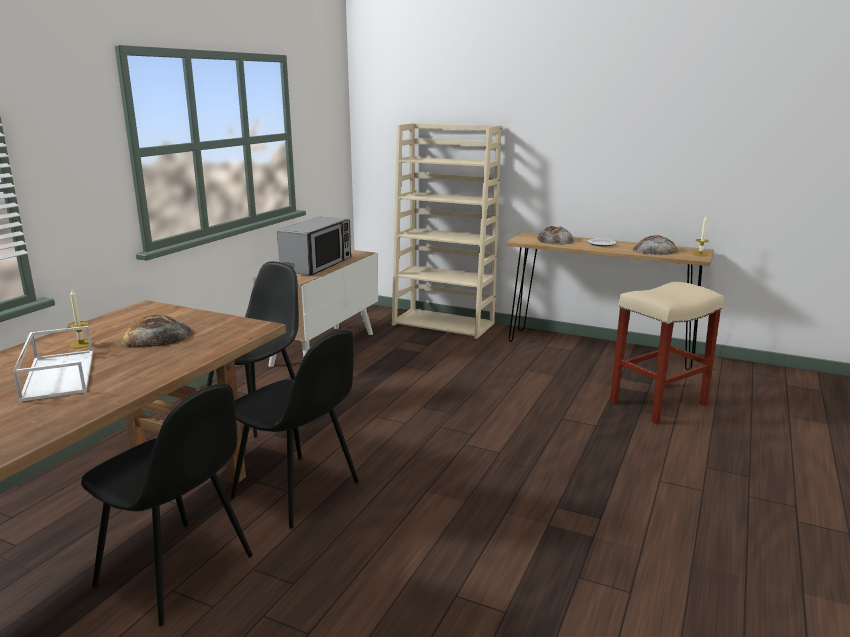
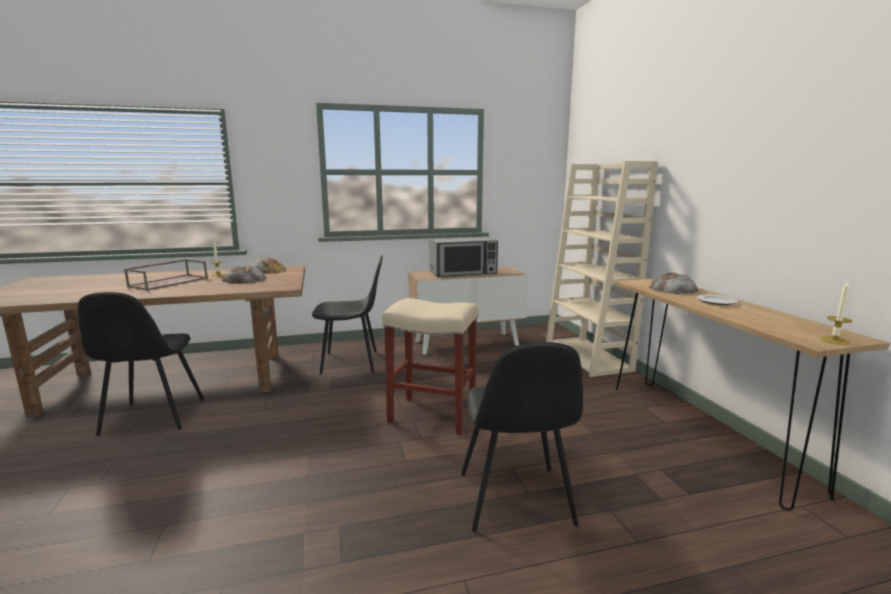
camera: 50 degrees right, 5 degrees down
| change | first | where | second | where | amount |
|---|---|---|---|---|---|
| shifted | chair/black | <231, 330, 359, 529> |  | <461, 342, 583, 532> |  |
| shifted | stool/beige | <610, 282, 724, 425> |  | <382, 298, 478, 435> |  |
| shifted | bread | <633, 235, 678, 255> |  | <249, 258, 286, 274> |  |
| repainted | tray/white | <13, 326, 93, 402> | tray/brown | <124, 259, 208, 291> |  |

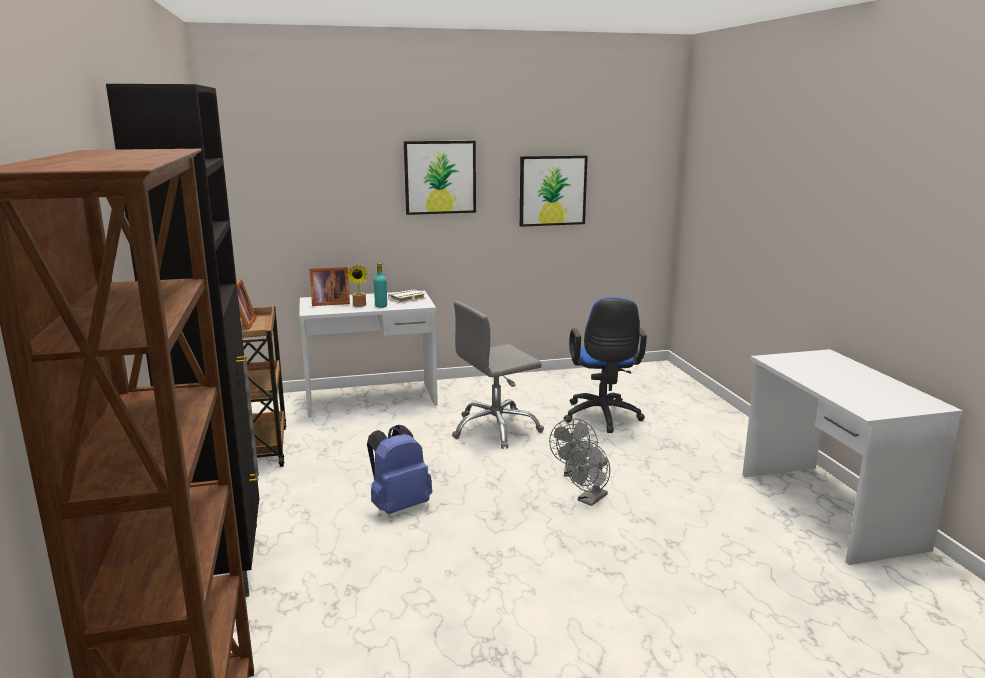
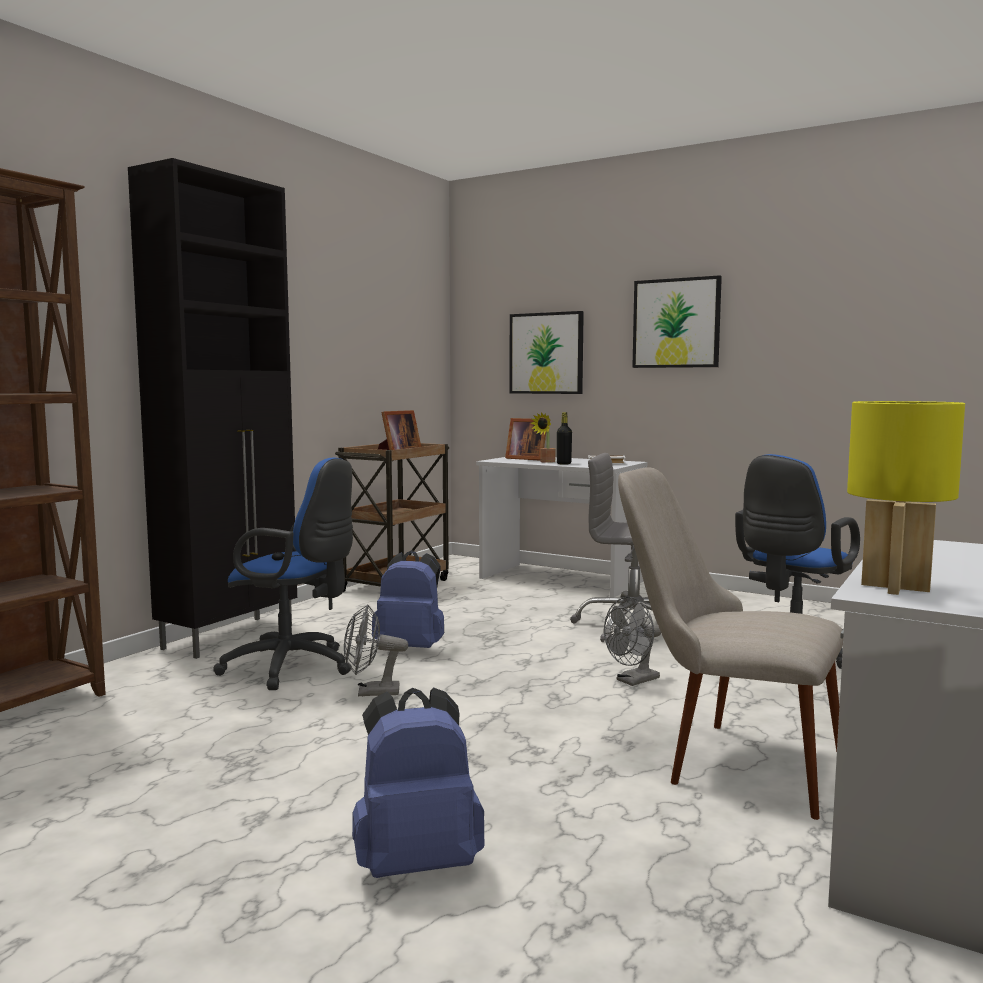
camera: 45 degrees right, 10 degrees down
| change | first | where | second | where | amount |
|---|---|---|---|---|---|
| new |  |  | office chair/blue | <214, 457, 353, 690> |  |
| new |  |  | backpack/blue | <352, 687, 485, 878> |  |
| new |  |  | chair/beige | <618, 468, 843, 820> |  |
| new |  |  | table lamp/yellow | <847, 401, 965, 595> |  |
| shifted | picture | <520, 155, 588, 227> |  | <509, 311, 584, 394> |  |
| shifted | fan/grey | <566, 441, 610, 506> |  | <344, 604, 408, 696> |  |
| repainted | bottle/turquoise | <373, 263, 387, 308> | bottle/black | <557, 412, 572, 465> |  |

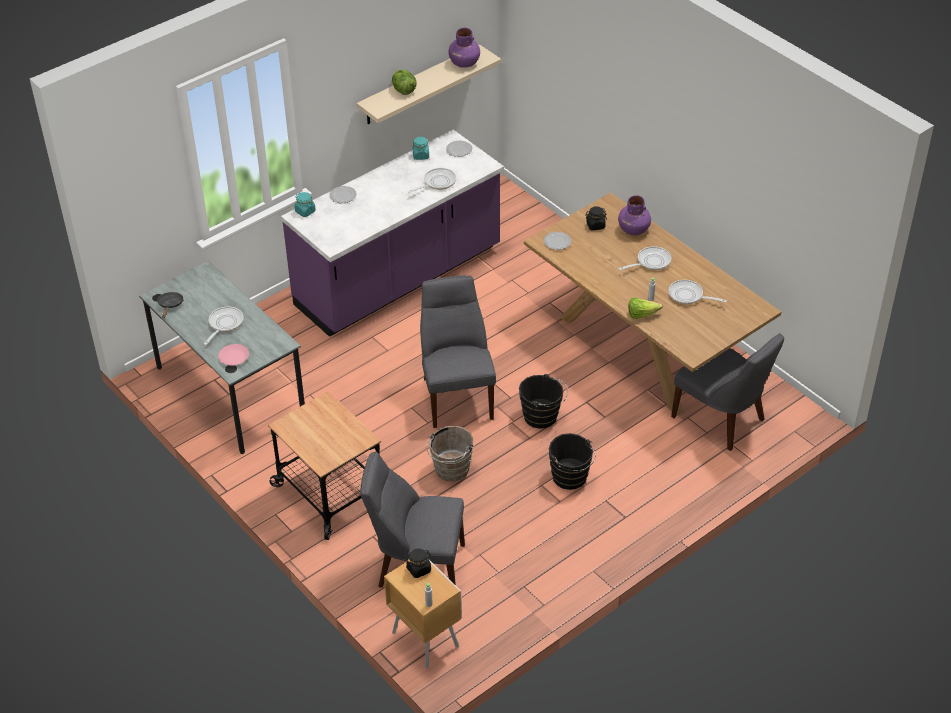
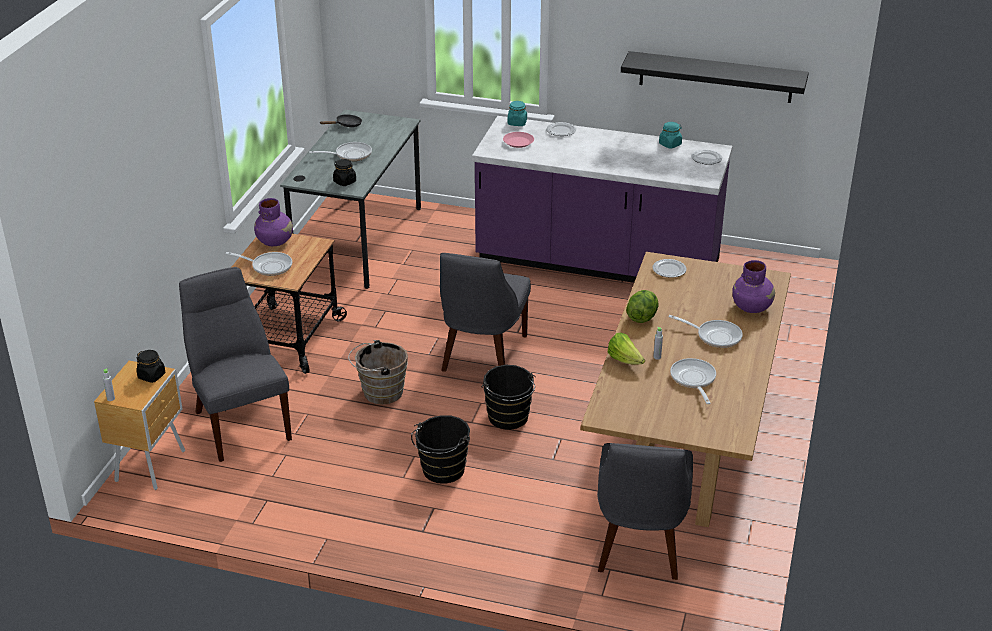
camera: 55 degrees right, 10 degrees down
| change | first | where | second | where | amount |
|---|---|---|---|---|---|
| shifted | plate/pink | <218, 344, 249, 366> |  | <503, 132, 534, 148> |  |
| shifted | lettuce | <392, 70, 417, 95> |  | <626, 290, 659, 323> |  |
| shifted | frying pan | <408, 168, 456, 193> |  | <225, 252, 292, 276> |  |
| shifted | vase/purple | <449, 28, 480, 68> |  | <254, 198, 293, 246> |  |
| shifted | jar/black | <585, 206, 607, 230> |  | <333, 159, 356, 186> |  |
| repainted | shelf/beige | <357, 44, 501, 124> | shelf/black | <621, 51, 809, 103> |  |
| rotated | chair/grey | <420, 275, 496, 428> |  | <440, 253, 531, 372> | 150 degrees clockwise |

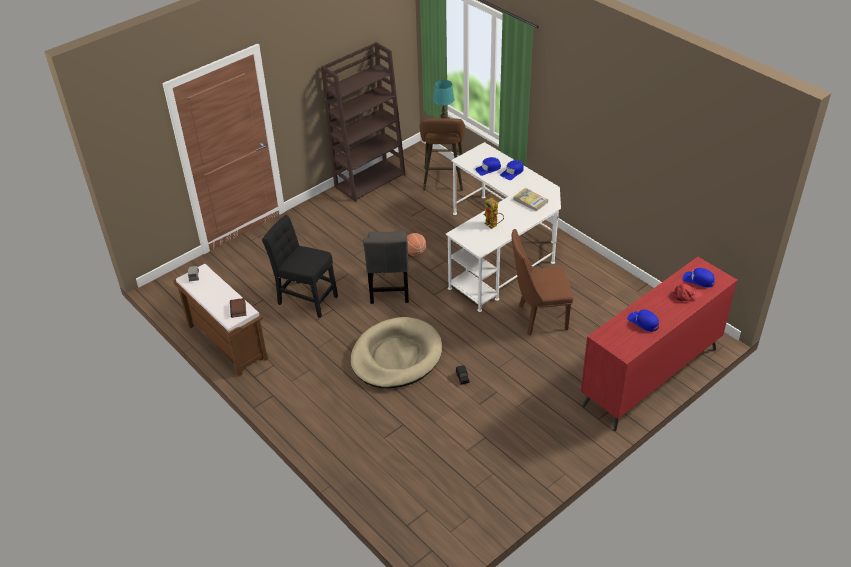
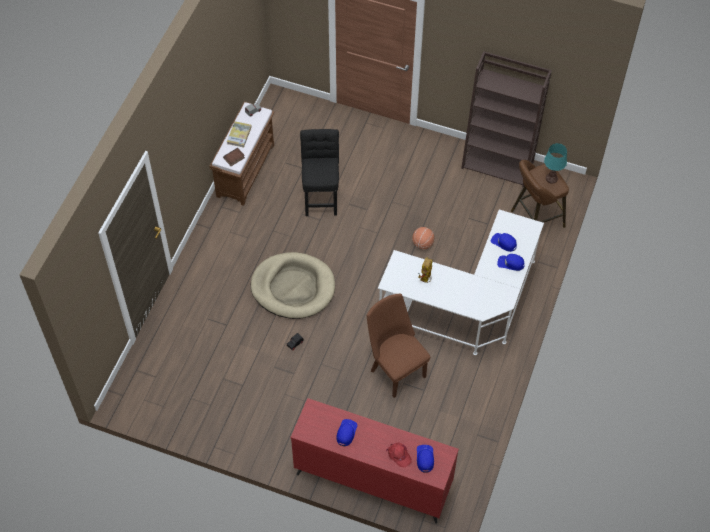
camera: 60 degrees right, 15 degrees up
| change | first | where | second | where | amount |
|---|---|---|---|---|---|
| gone | chair/grey | <363, 231, 409, 304> |  |  |  |
| shifted | book | <513, 188, 548, 211> |  | <227, 121, 252, 148> |  |

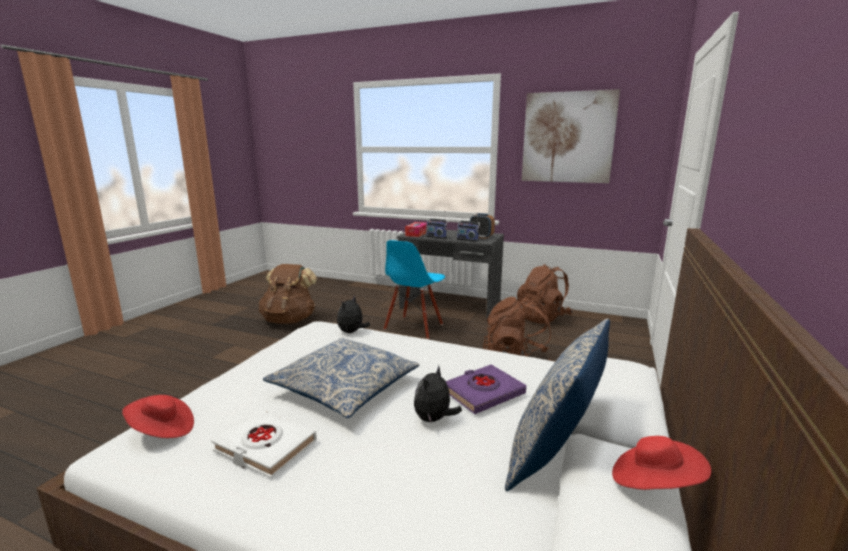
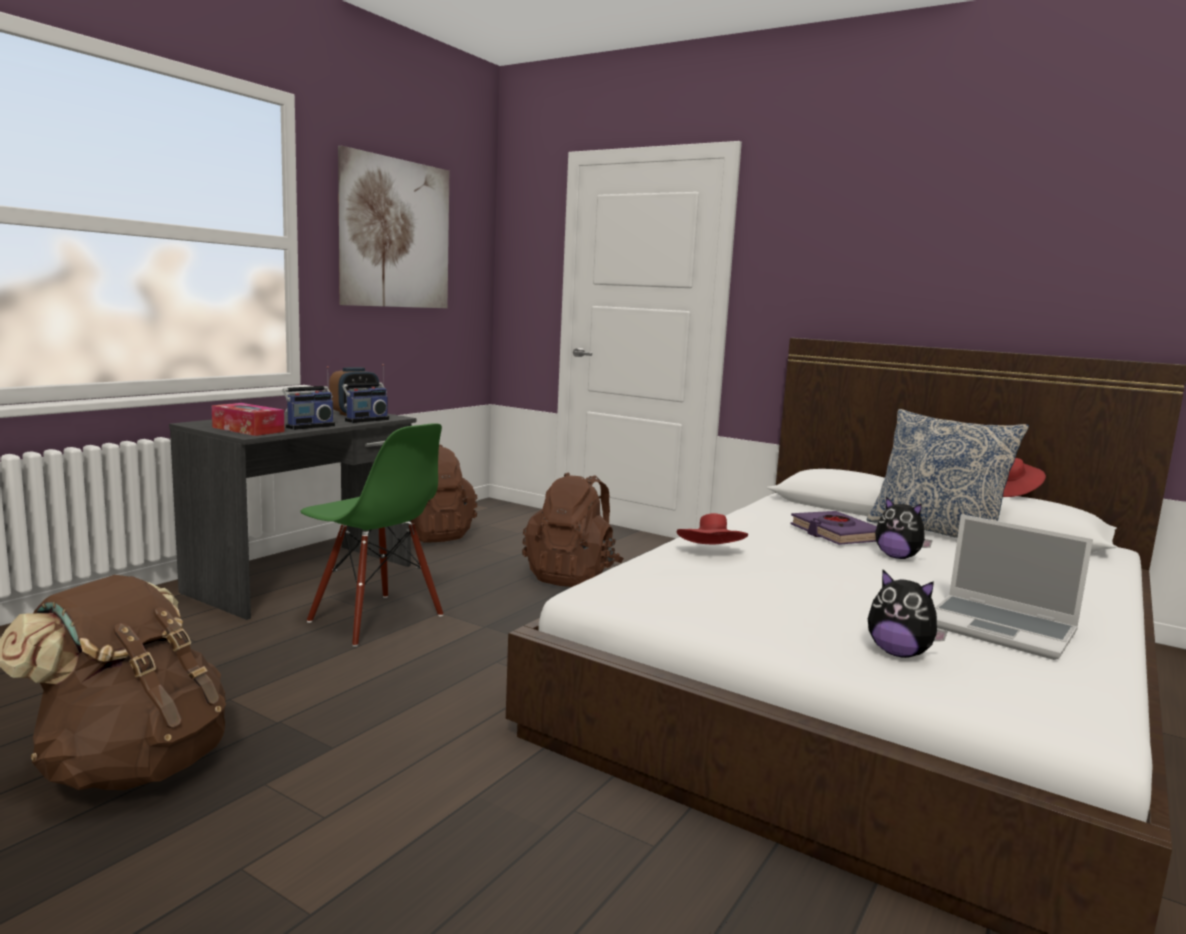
camera: 80 degrees left, 5 degrees down
| change | first | where | second | where | amount |
|---|---|---|---|---|---|
| gone | pillow | <263, 338, 419, 418> |  |  |  |
| shifted | hat/red | <122, 395, 194, 438> |  | <677, 513, 748, 544> |  |
| shifted | plush toy | <337, 295, 370, 333> |  | <868, 570, 948, 658> |  |
| swapped | book/white | <211, 410, 317, 478> | laptop | <935, 514, 1093, 660> |  |
| repainted | chair/blue | <384, 240, 445, 339> | chair/green | <300, 423, 443, 647> |  |

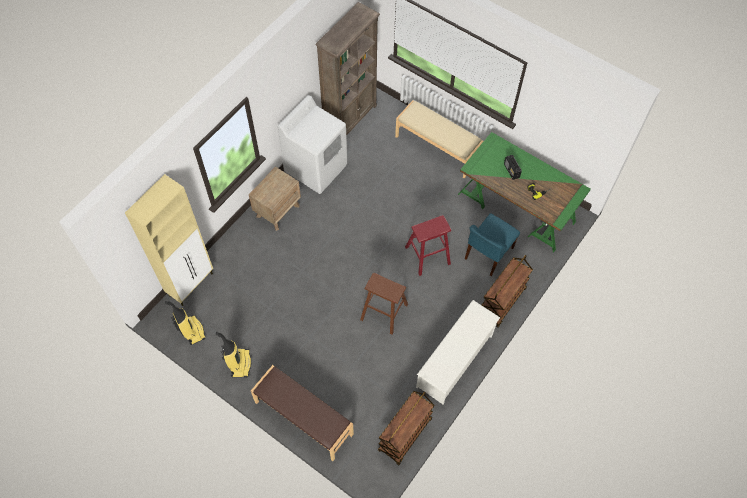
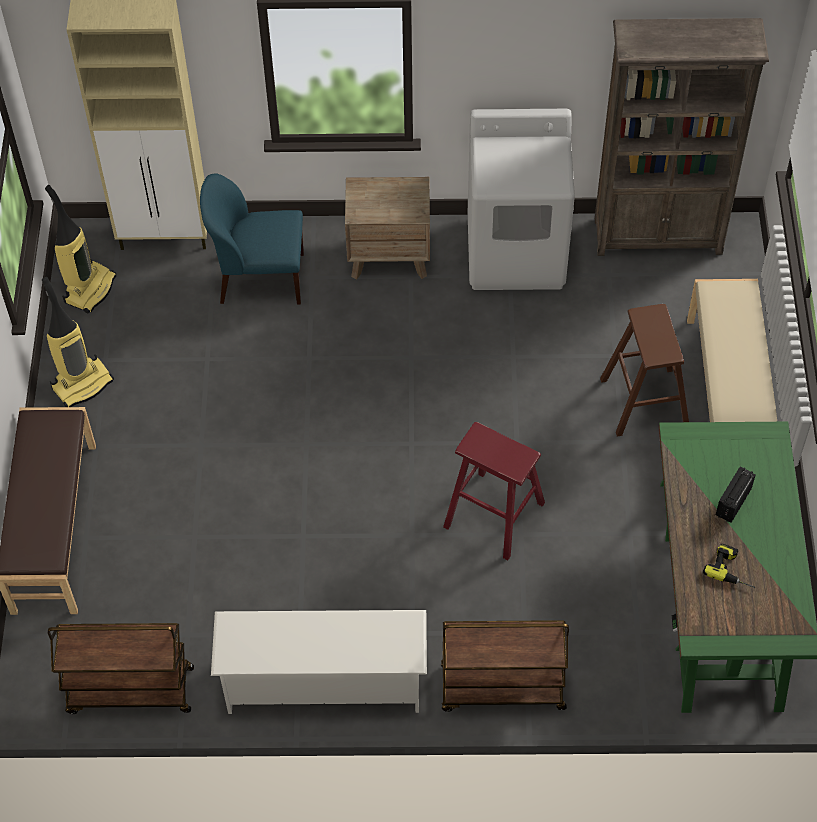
camera: 55 degrees right, 5 degrees down
| change | first | where | second | where | amount |
|---|---|---|---|---|---|
| shifted | stool/brown | <360, 273, 408, 335> |  | <600, 304, 689, 436> |  |
| shifted | chair/blue | <465, 213, 520, 276> |  | <200, 174, 304, 305> |  |

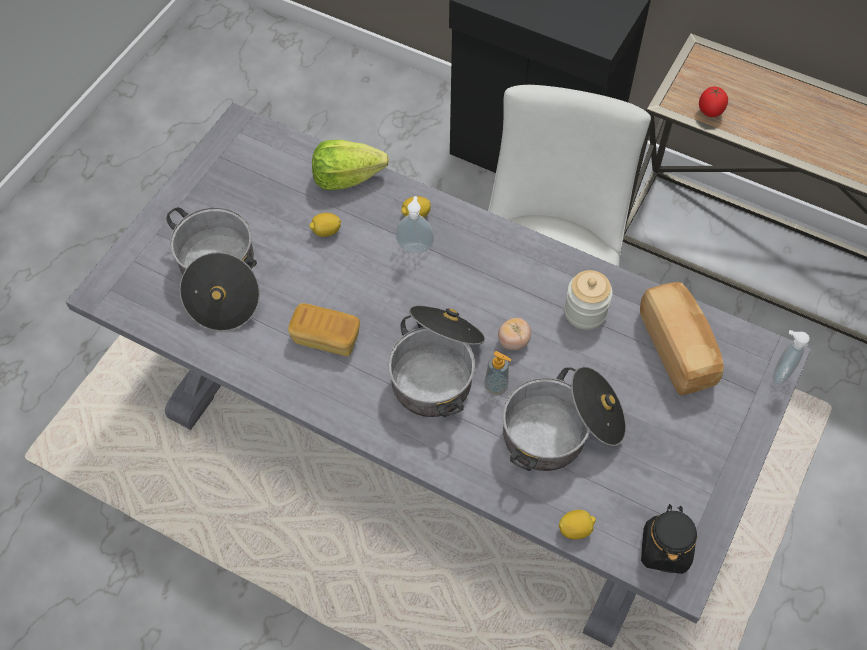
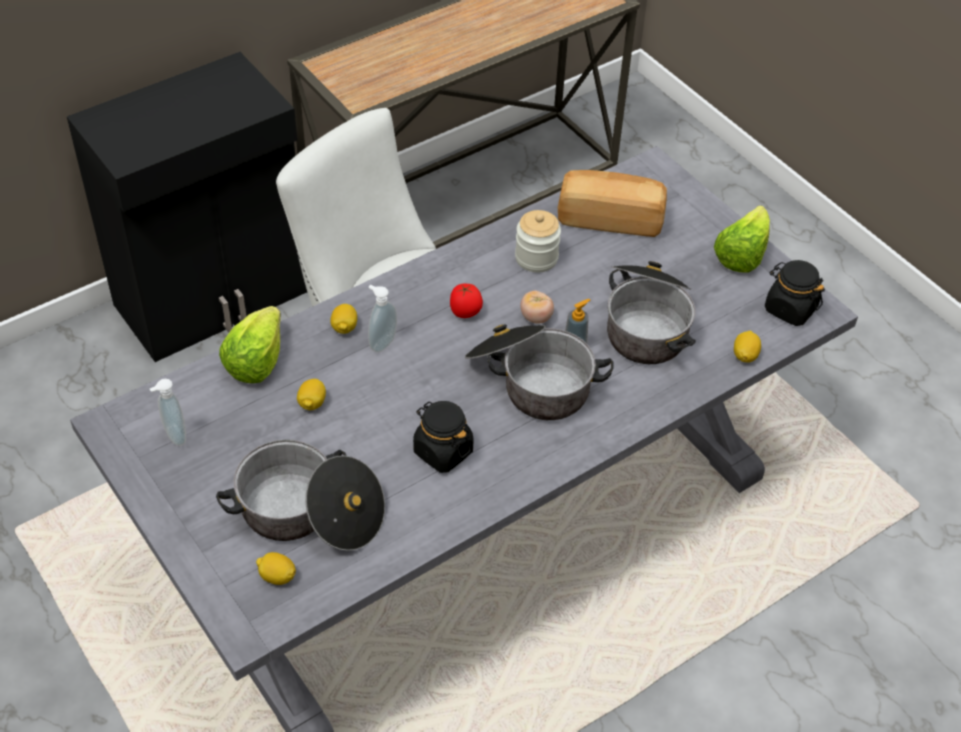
camera: 65 degrees left, 10 degrees down
| change | first | where | second | where | amount |
|---|---|---|---|---|---|
| new |  |  | lemon | <256, 552, 296, 585> |  |
| new |  |  | lettuce | <714, 205, 770, 273> |  |
| shifted | tomato | <699, 87, 728, 117> |  | <450, 284, 483, 318> |  |
| shifted | soap dispenser | <773, 330, 810, 385> |  | <150, 379, 186, 446> |  |
| swapped | bread | <288, 303, 360, 356> | jar/black | <413, 401, 474, 473> |  |

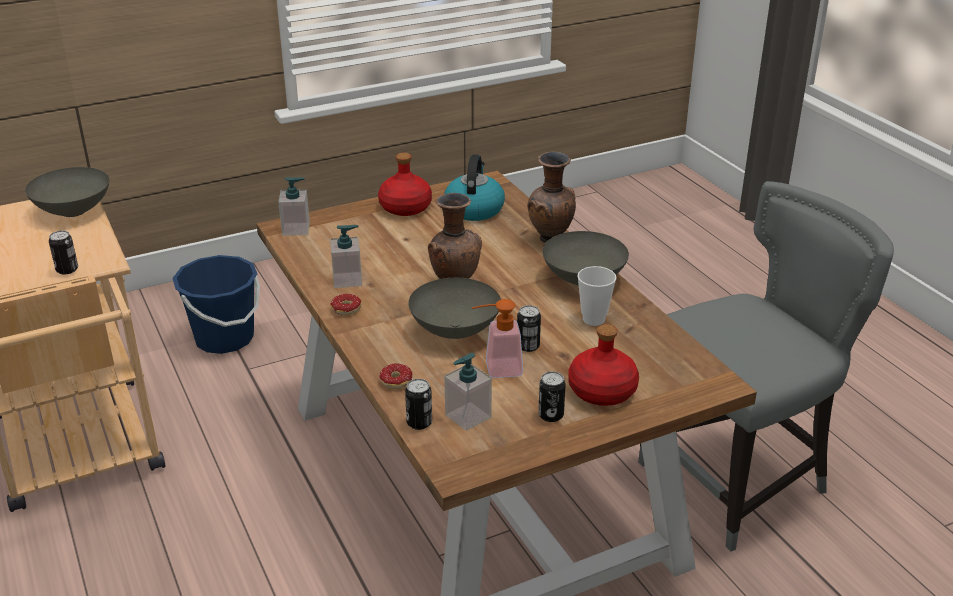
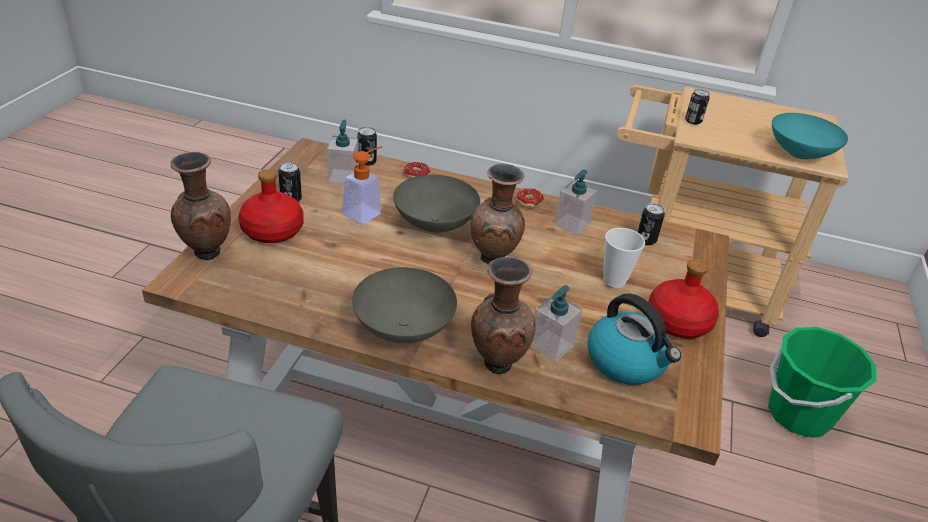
camera: 130 degrees right, 5 degrees up
| change | first | where | second | where | amount |
|---|---|---|---|---|---|
| new |  |  | vase/brown | <171, 152, 231, 260> |  |
| shifted | soap dispenser | <278, 177, 310, 236> |  | <530, 285, 583, 362> |  |
| shifted | can | <517, 305, 541, 352> |  | <637, 203, 665, 245> |  |
| shifted | cup | <577, 266, 616, 326> |  | <603, 228, 645, 288> |  |
| repainted | bowl/grey | <25, 167, 109, 217> | bowl/turquoise | <772, 113, 848, 159> |  |
| repainted | bucket/blue | <172, 255, 260, 354> | bucket/green | <768, 327, 877, 437> |  |

